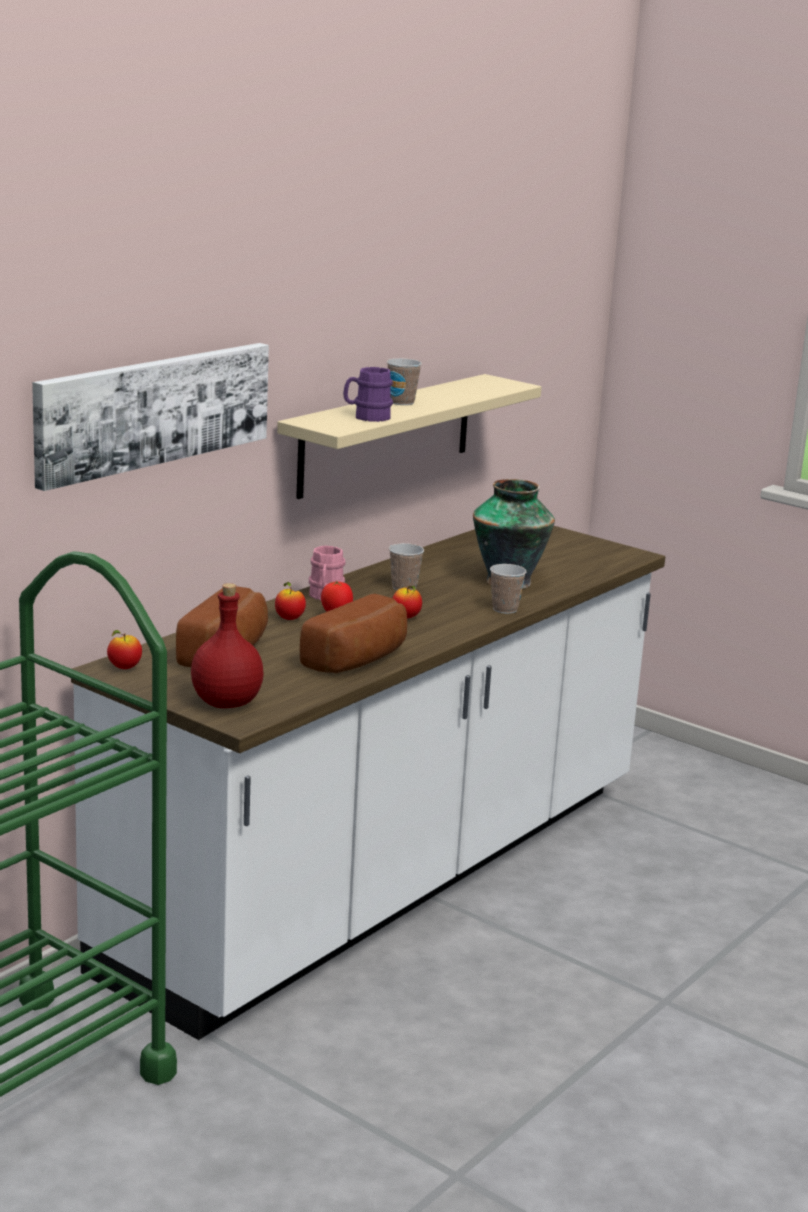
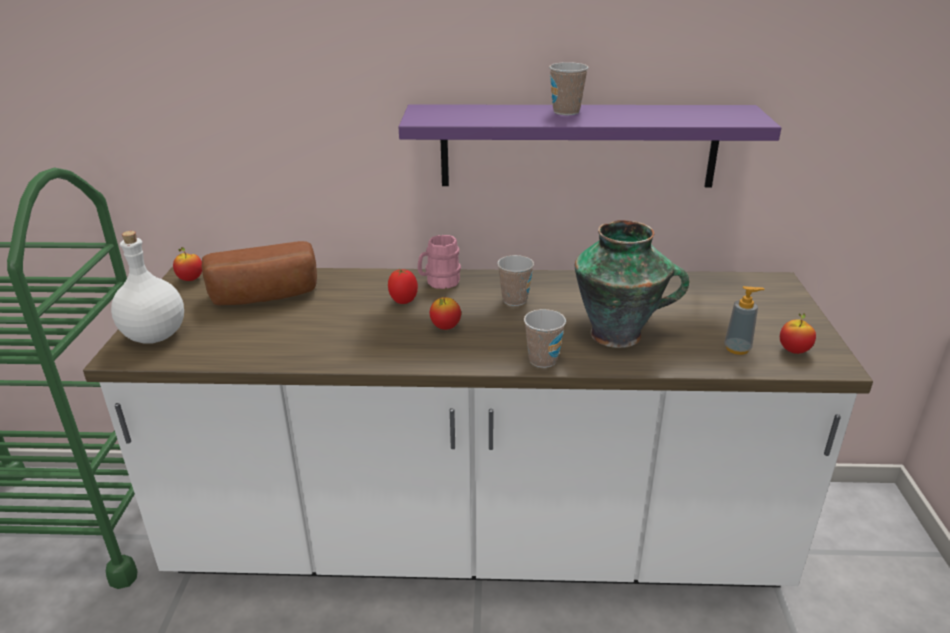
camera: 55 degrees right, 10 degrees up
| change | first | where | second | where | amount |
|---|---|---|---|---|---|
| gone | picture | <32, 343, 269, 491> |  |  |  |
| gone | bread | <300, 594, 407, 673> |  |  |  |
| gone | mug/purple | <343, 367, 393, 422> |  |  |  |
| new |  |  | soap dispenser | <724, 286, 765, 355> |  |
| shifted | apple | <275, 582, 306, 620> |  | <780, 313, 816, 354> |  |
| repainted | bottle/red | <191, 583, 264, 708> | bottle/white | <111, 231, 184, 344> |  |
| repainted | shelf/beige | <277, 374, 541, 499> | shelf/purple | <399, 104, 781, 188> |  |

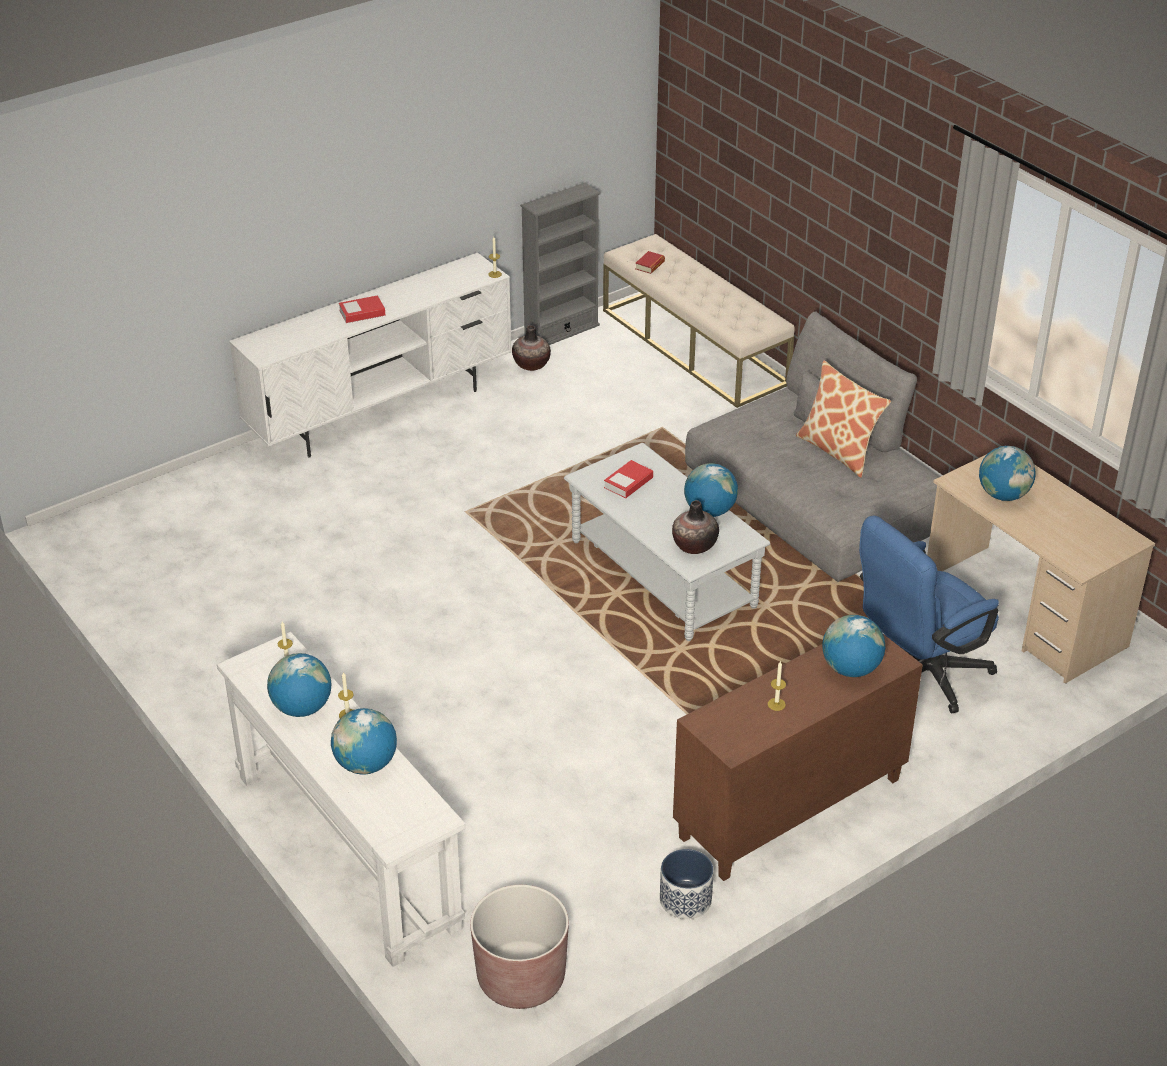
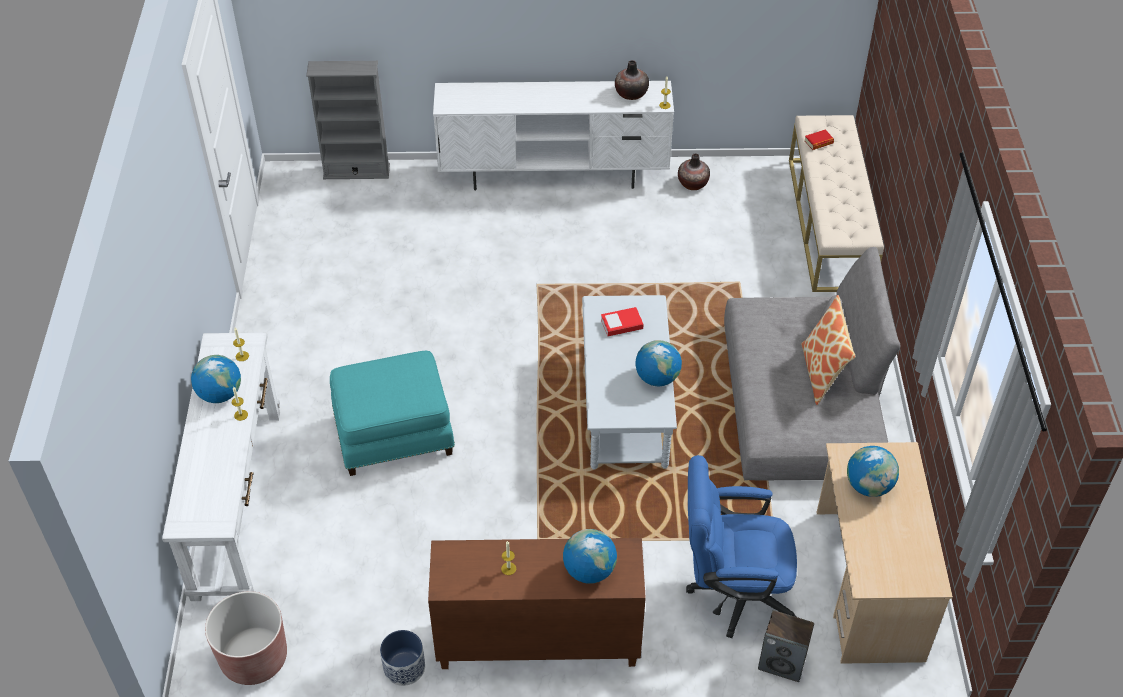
camera: 35 degrees right, 10 degrees up
| change | first | where | second | where | amount |
|---|---|---|---|---|---|
| gone | globe | <331, 708, 397, 775> |  |  |  |
| gone | book | <339, 295, 385, 323> |  |  |  |
| new |  |  | ottoman/turquoise | <330, 350, 455, 476> |  |
| new |  |  | speaker | <758, 610, 814, 682> |  |
| shifted | bookcase/grey | <520, 183, 601, 345> |  | <306, 61, 390, 179> |  |
| shifted | vase | <672, 500, 719, 554> |  | <615, 60, 649, 100> |  |

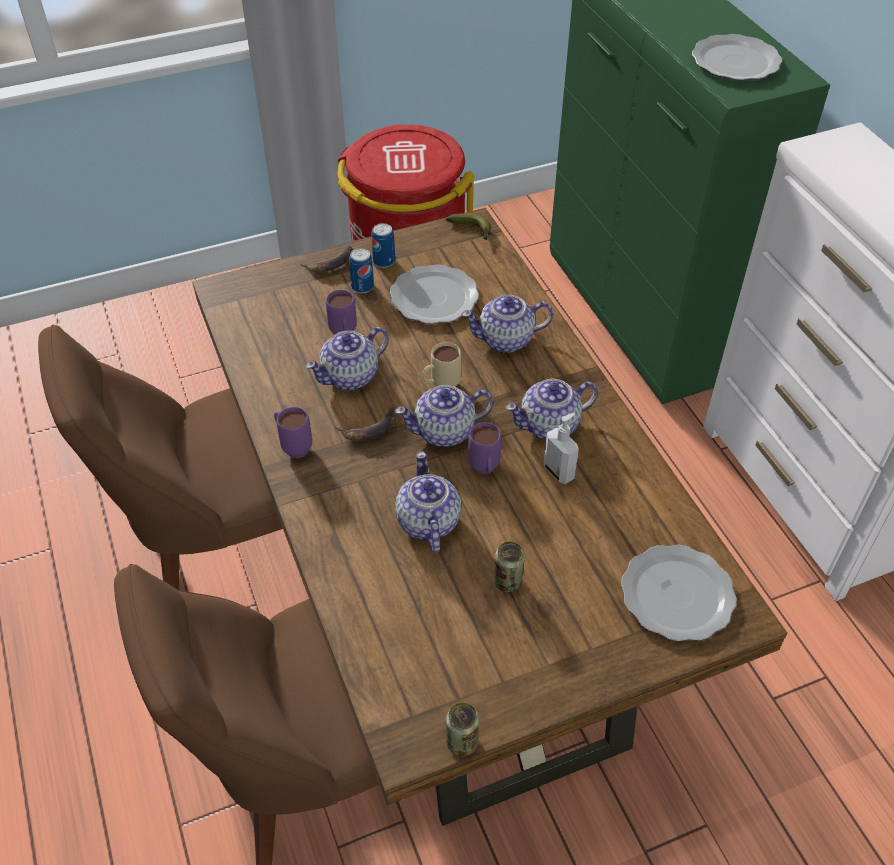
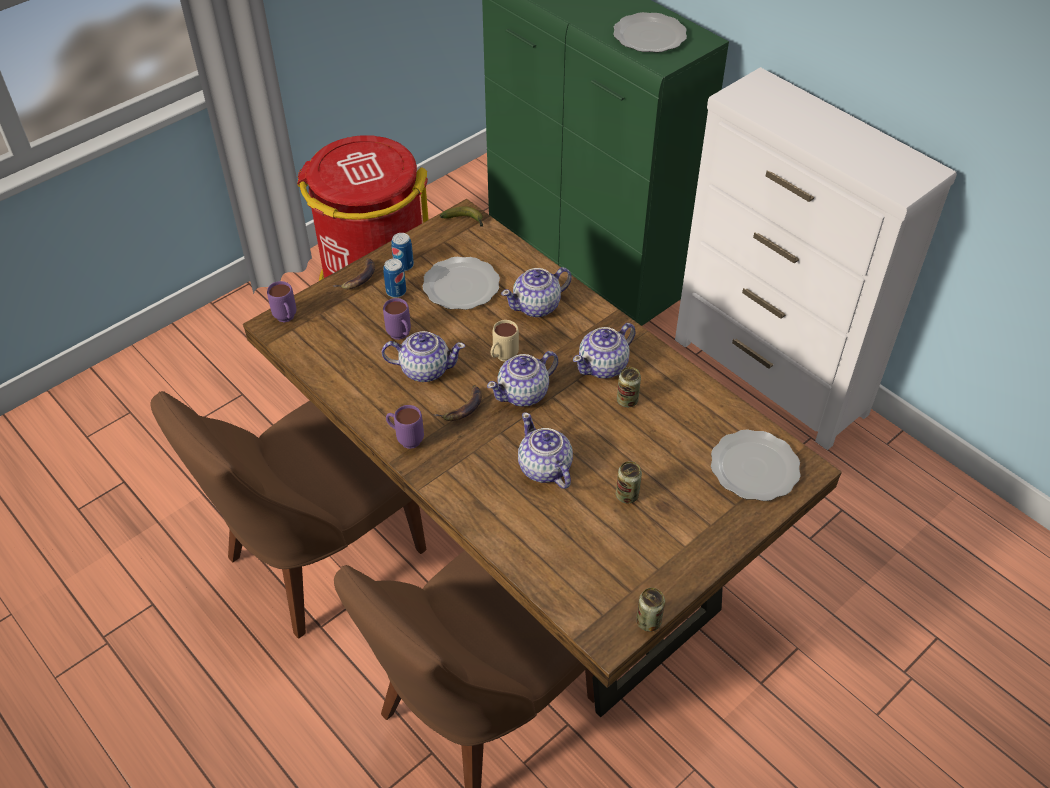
camera: 20 degrees left, 0 degrees up
| change | first | where | second | where | amount |
|---|---|---|---|---|---|
| shifted | mug/purple | <468, 422, 502, 474> |  | <267, 281, 296, 322> |  |
| swapped | soap dispenser | <544, 413, 579, 484> | can | <617, 367, 641, 407> |  |
| rotated | teapot | <305, 327, 389, 390> |  | <382, 331, 465, 382> | 120 degrees counterclockwise |

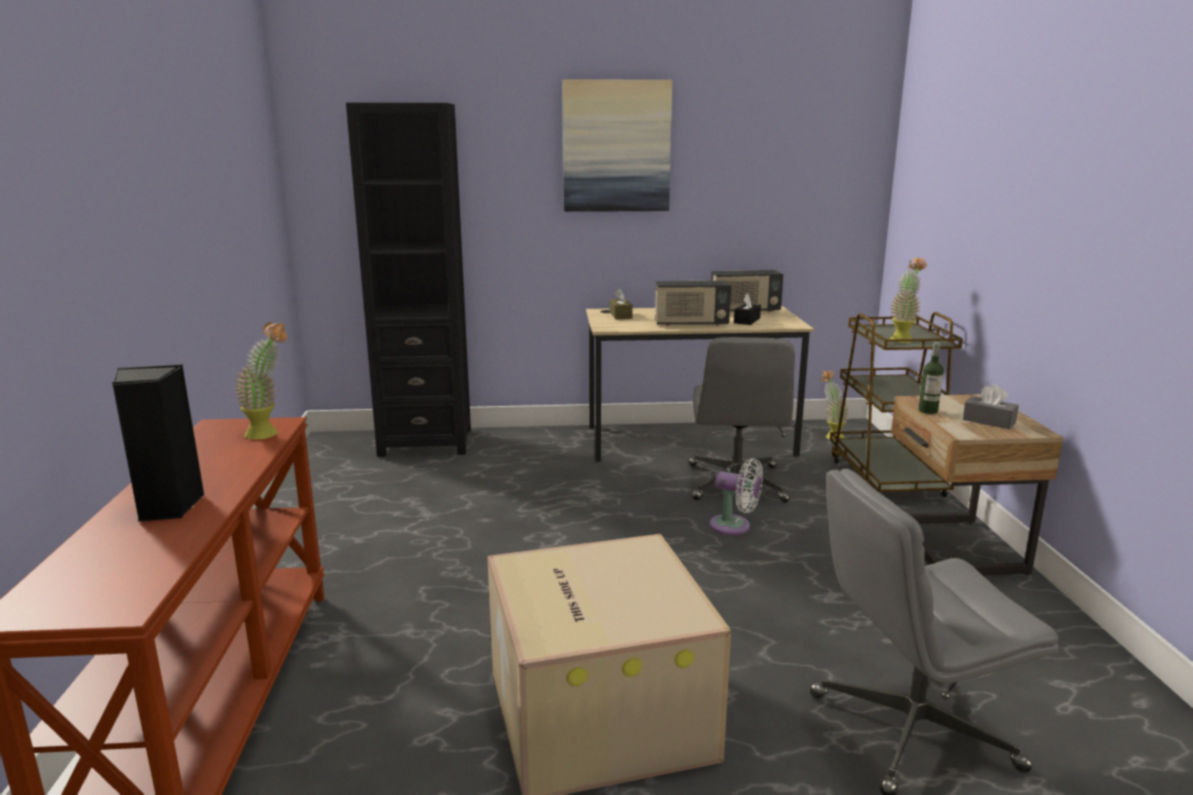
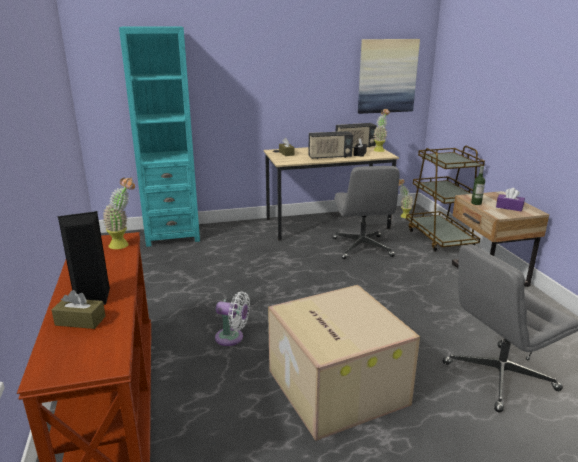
camera: 10 degrees left, 5 degrees up
| change | first | where | second | where | amount |
|---|---|---|---|---|---|
| new |  |  | tissue box/brown | <51, 290, 106, 329> |  |
| shifted | picture | <562, 79, 673, 212> |  | <358, 39, 420, 114> |  |
| shifted | fan/white | <709, 458, 763, 535> |  | <215, 291, 250, 346> |  |
| shifted | potted plant | <890, 257, 927, 343> |  | <373, 109, 390, 152> |  |
| repainted | bookcase/black | <346, 102, 471, 457> | bookcase/turquoise | <119, 26, 200, 247> |  |
| repainted | tissue box/grey | <963, 385, 1019, 429> | tissue box/purple | <496, 188, 525, 212> |  |

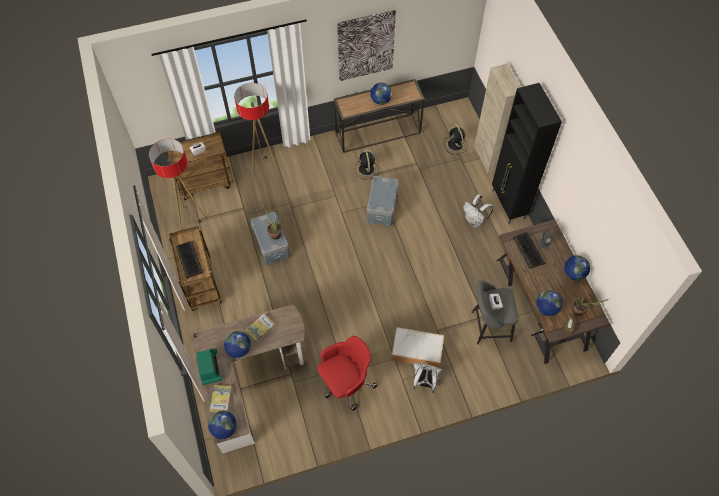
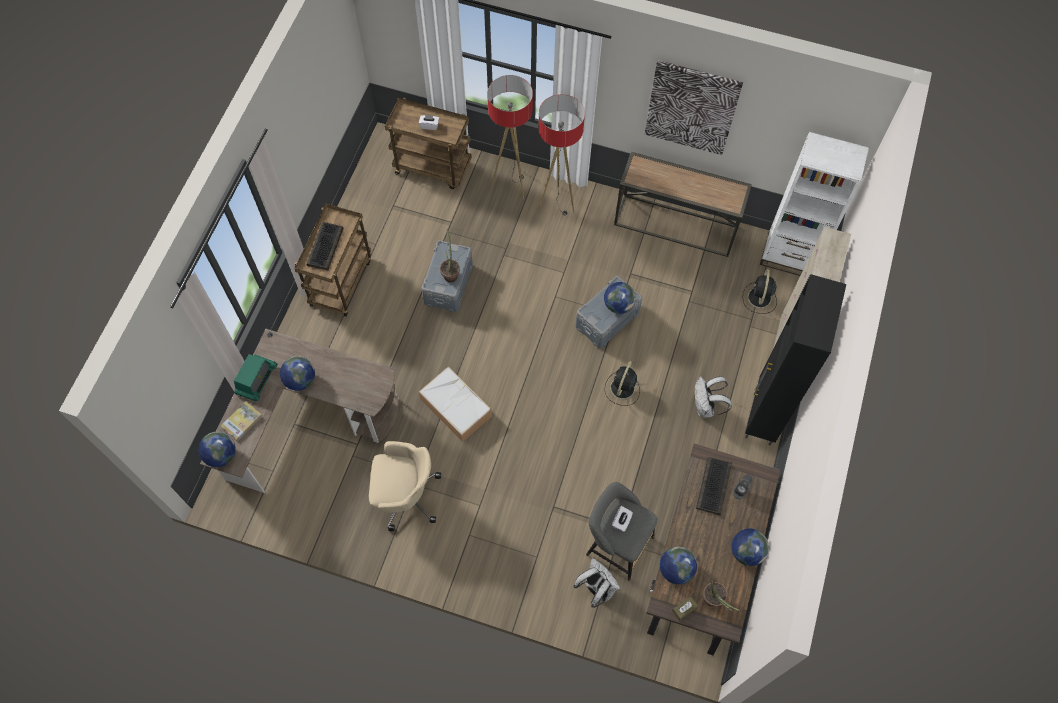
camera: 35 degrees right, 5 degrees up
| change | first | where | second | where | amount |
|---|---|---|---|---|---|
| gone | book | <245, 313, 276, 342> |  |  |  |
| new |  |  | bookcase/white | <760, 132, 869, 276> |  |
| shifted | floor lamp | <149, 139, 206, 230> |  | <538, 94, 585, 215> |  |
| shifted | fan/black | <355, 148, 379, 179> |  | <604, 361, 640, 406> |  |
| shifted | globe | <371, 83, 392, 105> |  | <604, 282, 636, 314> |  |
| shifted | storage box | <391, 327, 444, 368> |  | <419, 367, 492, 442> |  |
| shifted | backpack/white | <413, 363, 443, 393> |  | <573, 558, 621, 608> |  |
| repainted | office chair/red | <317, 336, 377, 411> | office chair/beige | <369, 441, 441, 531> |  |

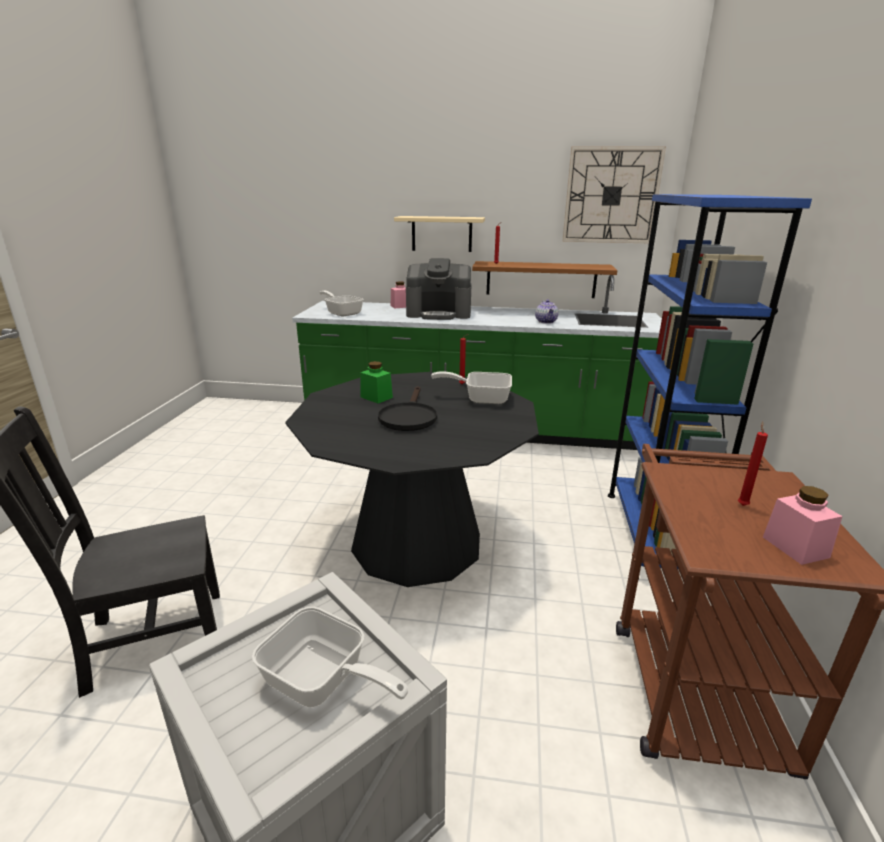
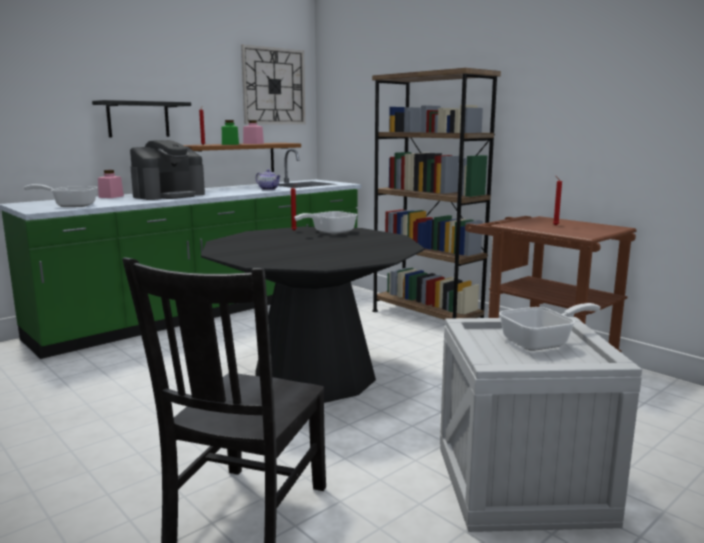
camera: 50 degrees left, 10 degrees down
| change | first | where | second | where | amount |
|---|---|---|---|---|---|
| gone | frying pan/black | <378, 386, 437, 431> |  |  |  |
| shifted | jar/green | <360, 361, 393, 403> |  | <222, 120, 239, 145> |  |
| shifted | jar/pink | <763, 486, 843, 565> |  | <243, 120, 264, 144> |  |
| repainted | shelf/beige | <394, 216, 485, 252> | shelf/black | <92, 100, 191, 137> |  |
| repainted | bookcase/blue | <608, 194, 812, 580> | bookcase/brown | <372, 68, 501, 320> |  |

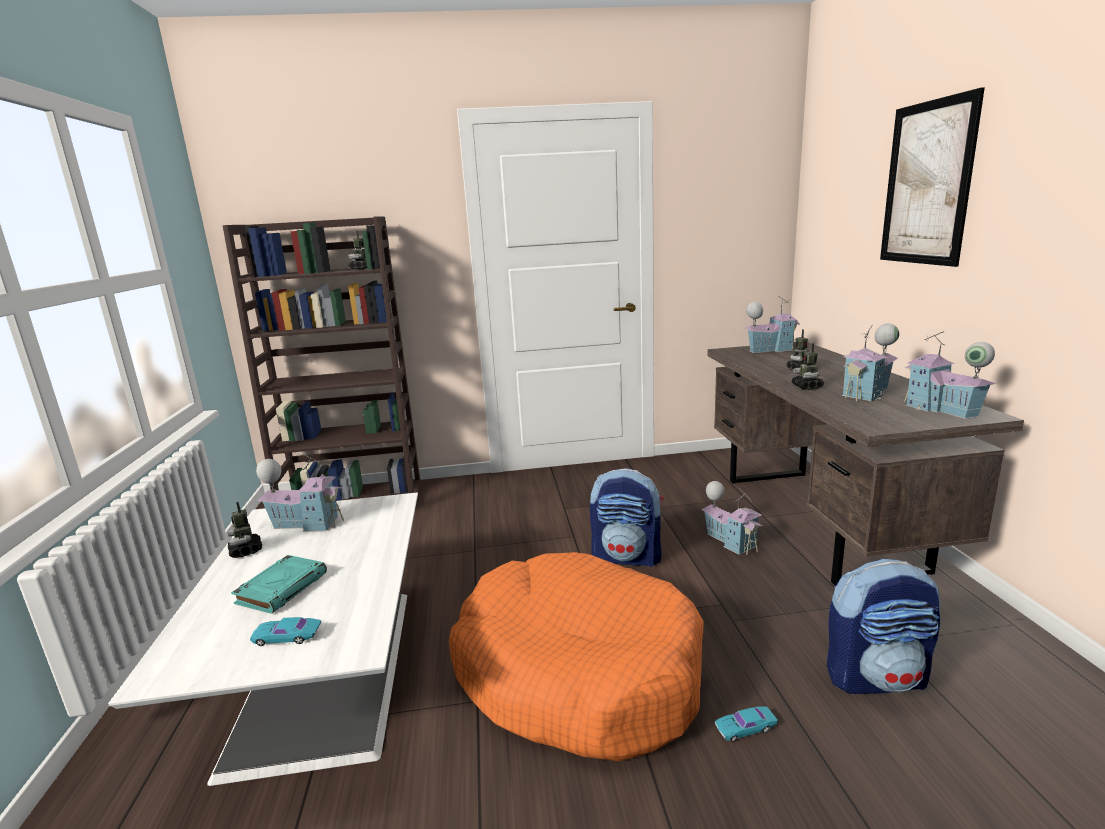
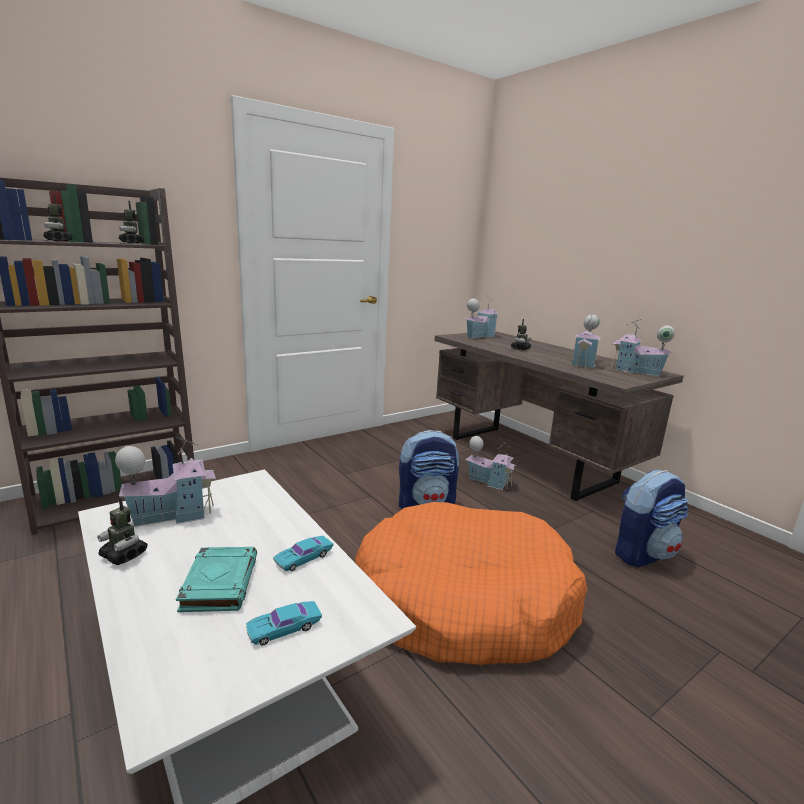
camera: 30 degrees left, 0 degrees up
| change | first | where | second | where | amount |
|---|---|---|---|---|---|
| gone | picture | <880, 87, 985, 267> |  |  |  |
| shifted | toy car/turquoise | <715, 707, 778, 742> |  | <273, 536, 333, 571> |  |
| shifted | toy robot | <792, 343, 824, 390> |  | <43, 194, 73, 241> |  |

